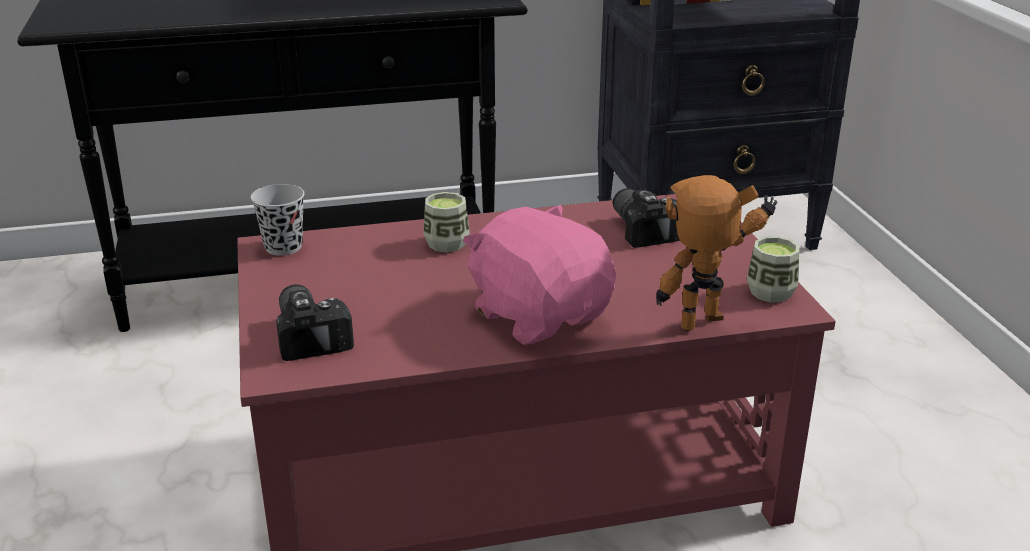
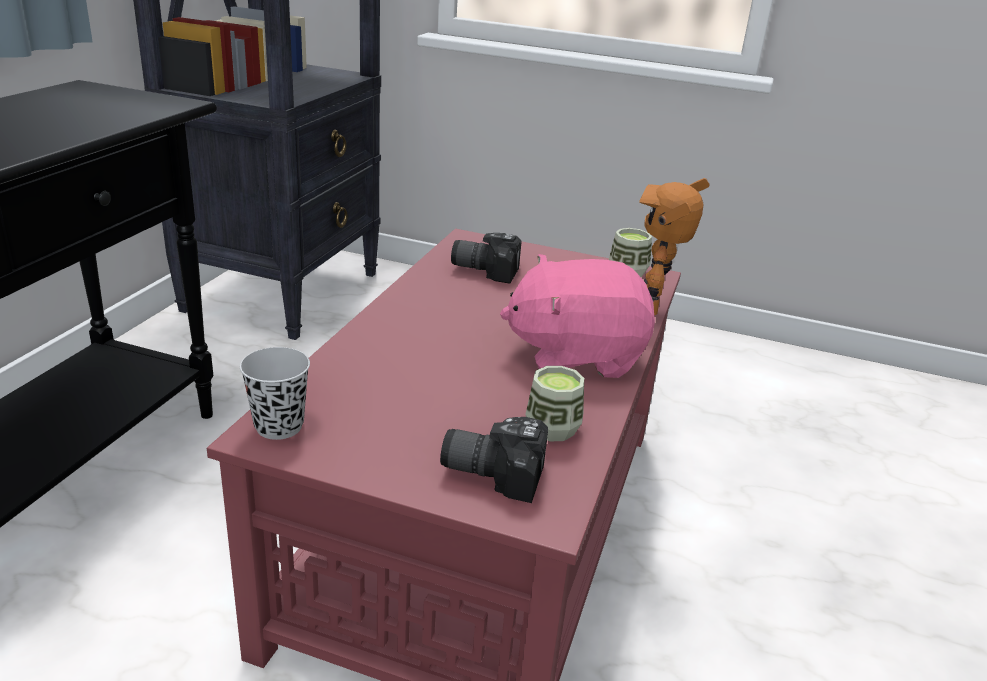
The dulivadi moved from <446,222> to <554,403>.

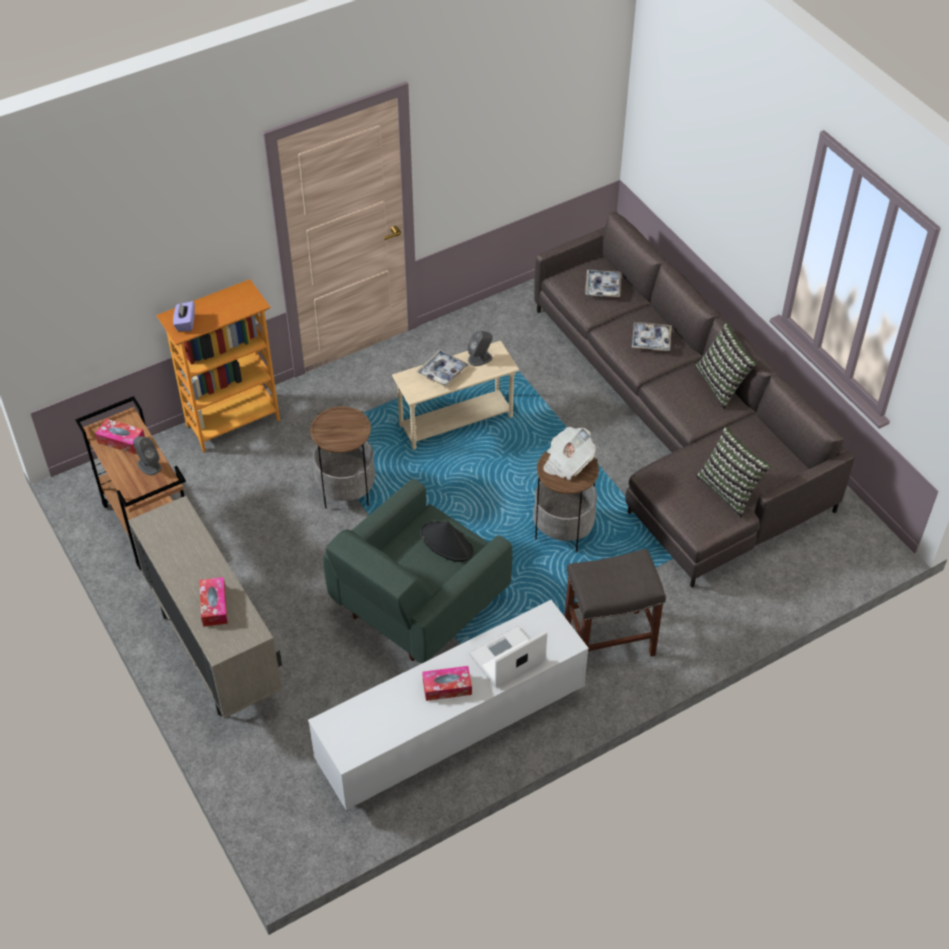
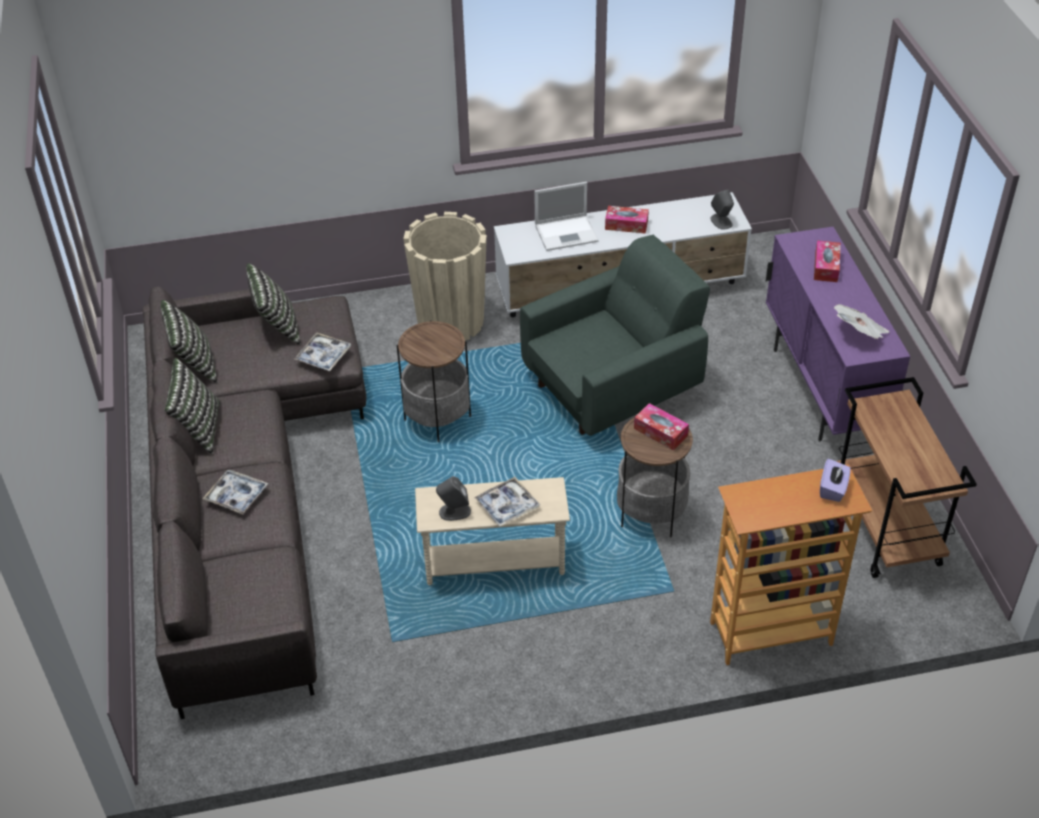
The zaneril moved from <603,283> to <322,351>.
The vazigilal moved from <120,436> to <661,426>.
The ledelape moved from <569,453> to <861,321>.
The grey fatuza moved from <147,455> to <722,209>.
The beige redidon at <205,607> became the purple redidon at <838,334>.
The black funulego at <447,541> disappeared.
The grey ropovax at <615,603> was replaced by the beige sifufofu at <445,276>.
The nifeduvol at <189,341> appeared.

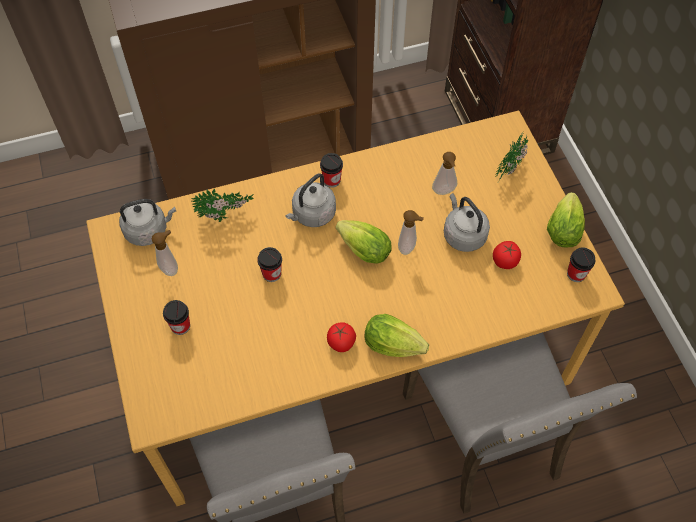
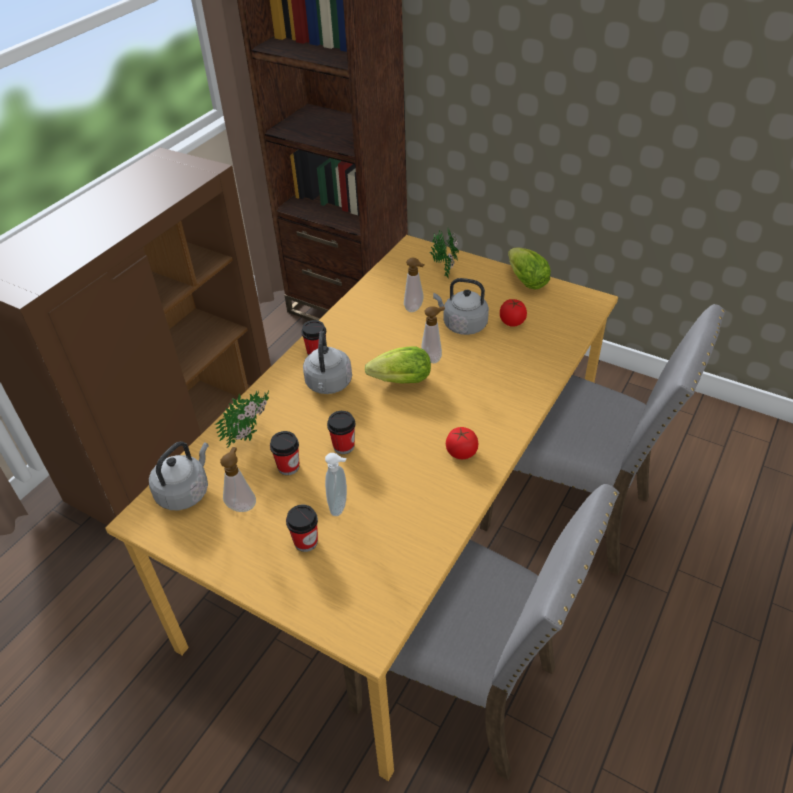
The dulivadi moved from <581,265> to <284,453>.
The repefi at <396,335> disappeared.
The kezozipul at <336,484> appeared.

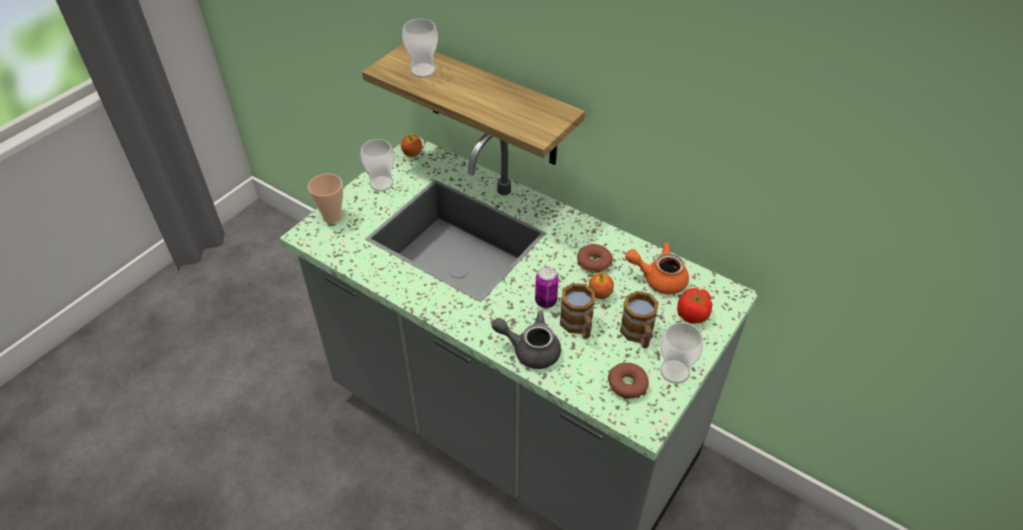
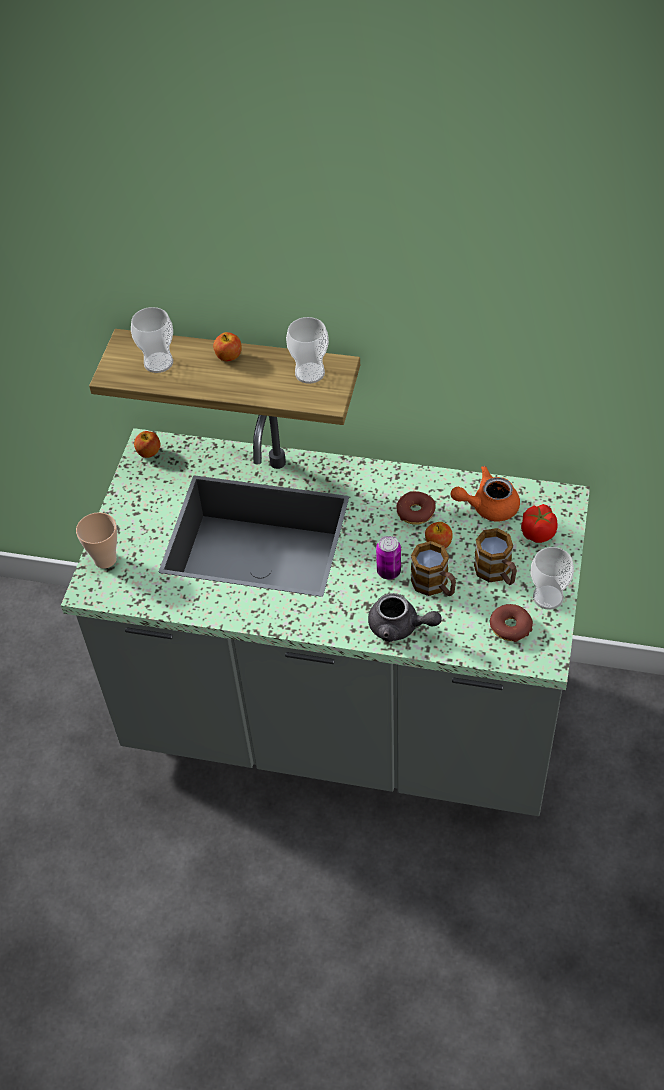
The dulivadi moved from <377,165> to <307,350>.
The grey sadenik at <526,339> turned 150 degrees counterclockwise.
The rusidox at <227,346> appeared.

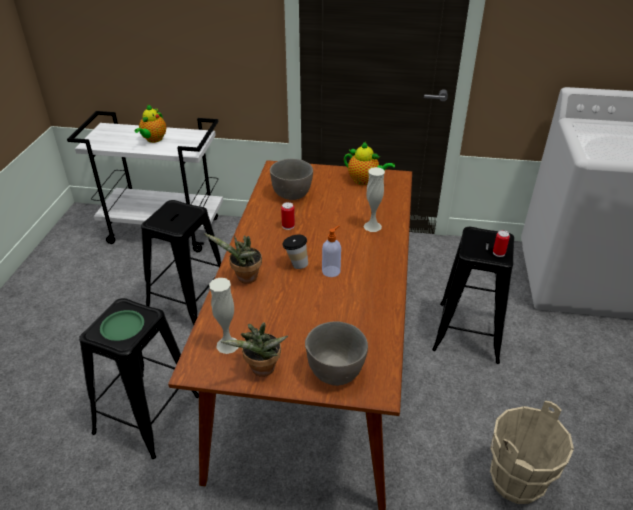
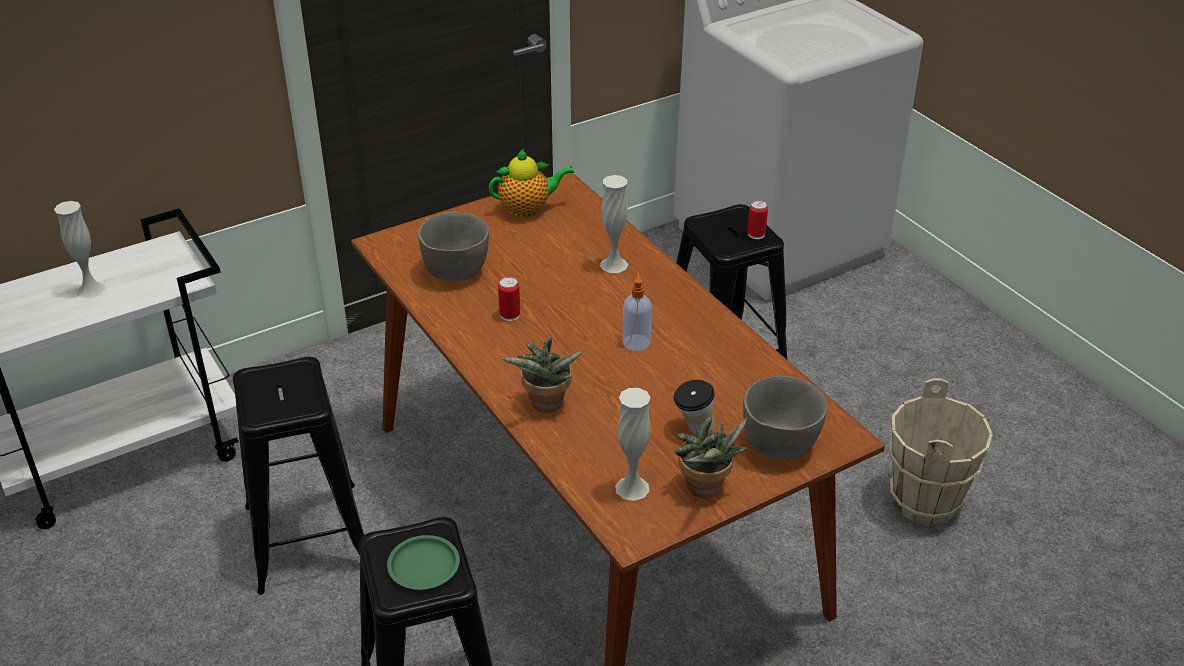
The sadenik at <150,124> was replaced by the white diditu at <80,249>.
The dulivadi moved from <295,252> to <694,407>.

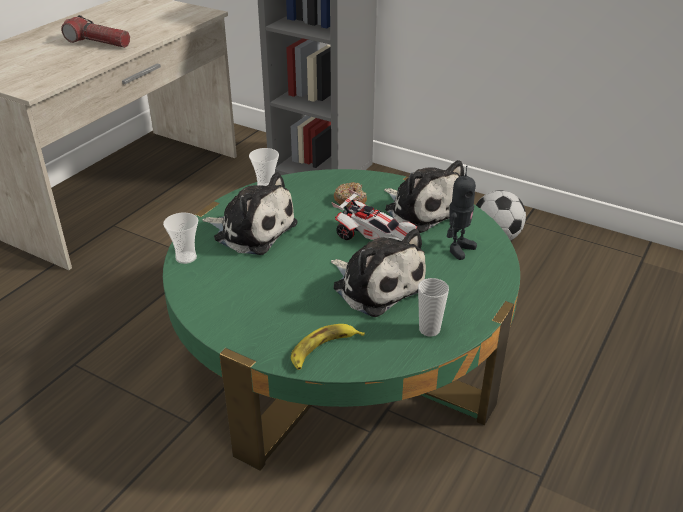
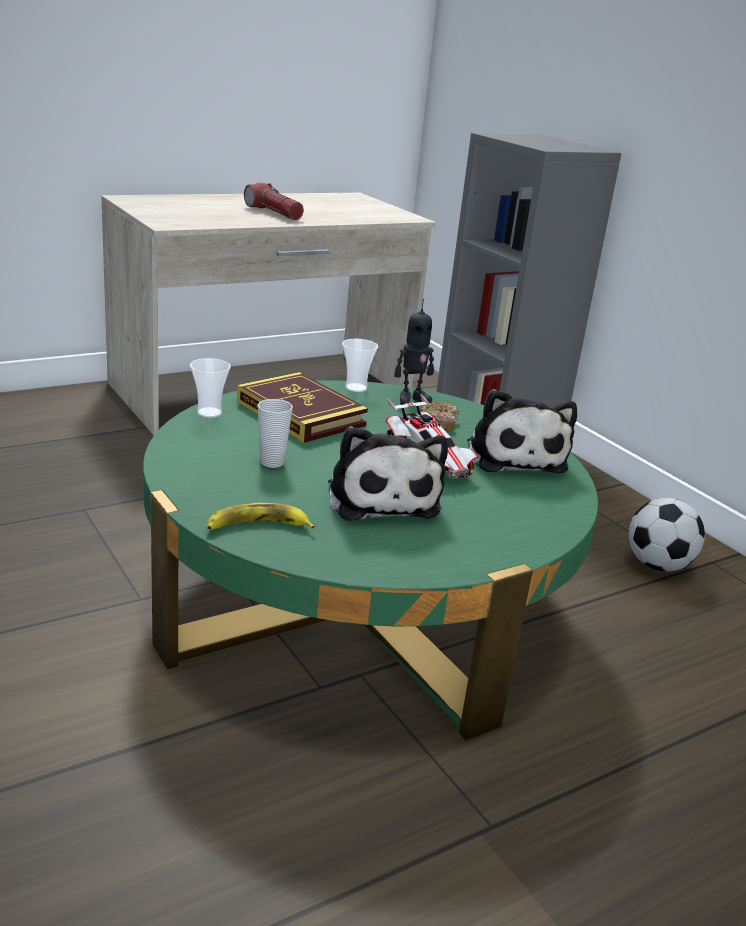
The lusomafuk moved from <462,213> to <414,352>.
The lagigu at <250,213> was replaced by the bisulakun at <302,407>.
The dulivadi moved from <433,307> to <275,433>.

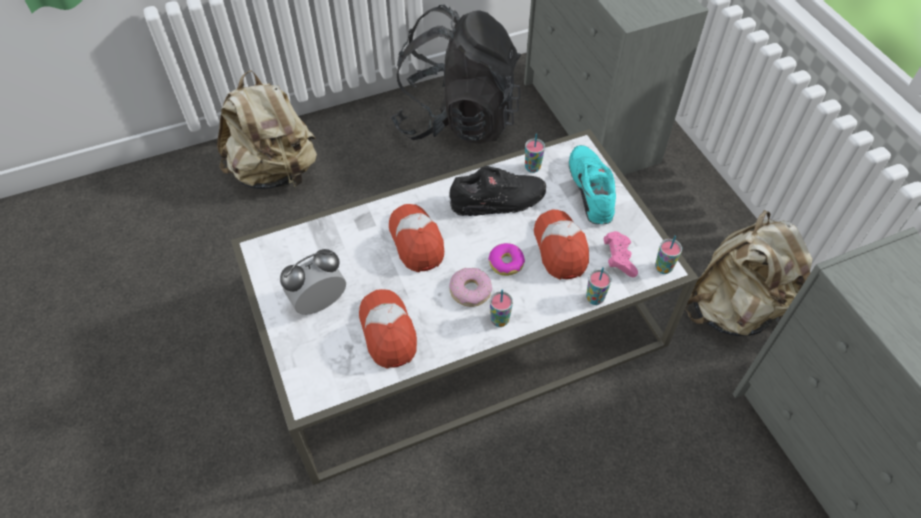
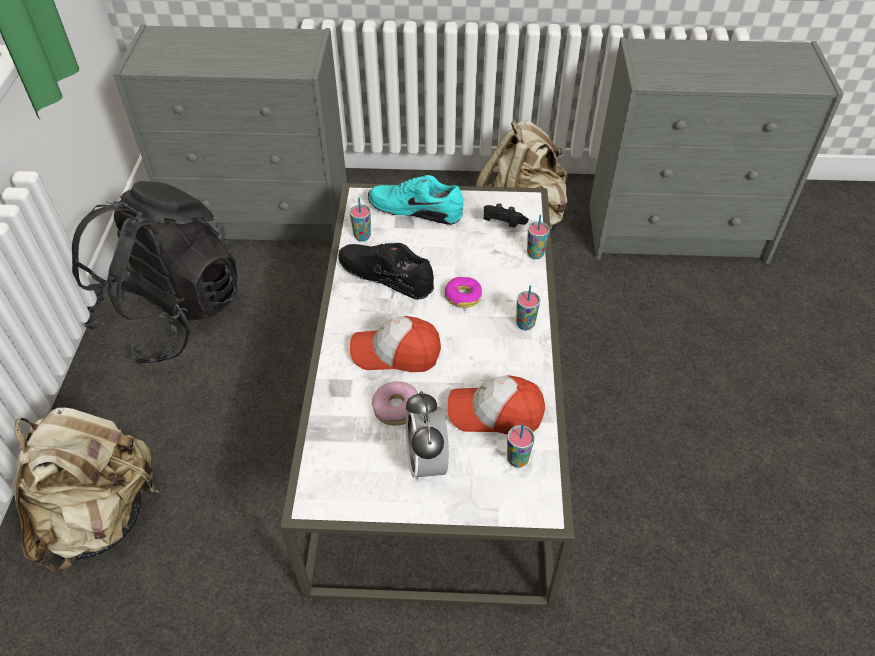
The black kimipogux at <497,191> turned 75 degrees counterclockwise.
The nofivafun at <561,244> disappeared.
The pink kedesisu at <621,254> became the black kedesisu at <506,215>.
The dulivadi moved from <668,255> to <521,445>.
The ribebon moved from <470,287> to <395,404>.

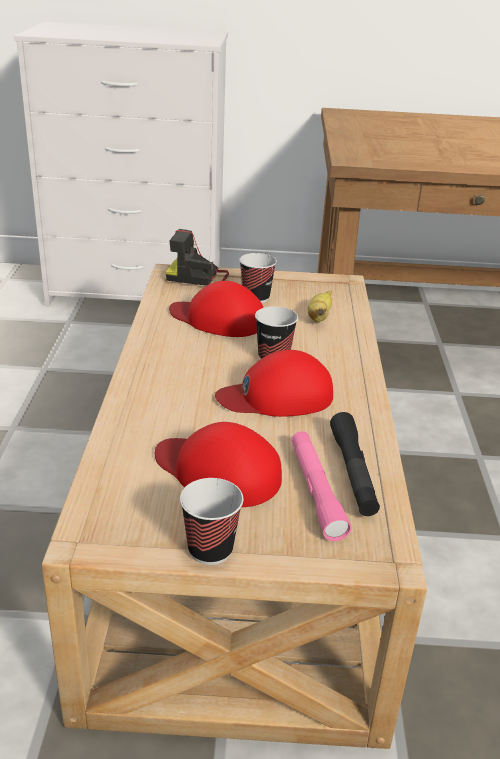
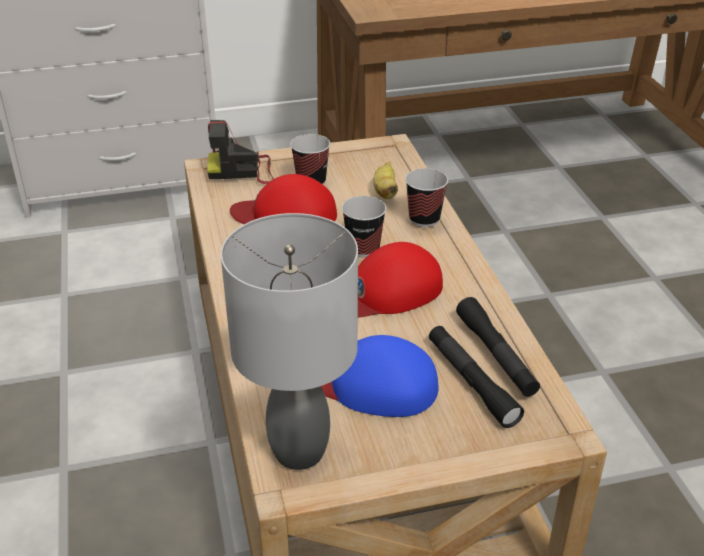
The red nofivafun at <218,464> became the blue nofivafun at <380,376>.
The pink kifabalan at <321,486> became the black kifabalan at <476,377>.
The dulivadi moved from <211,521> to <426,197>.
The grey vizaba at <289,341> appeared.

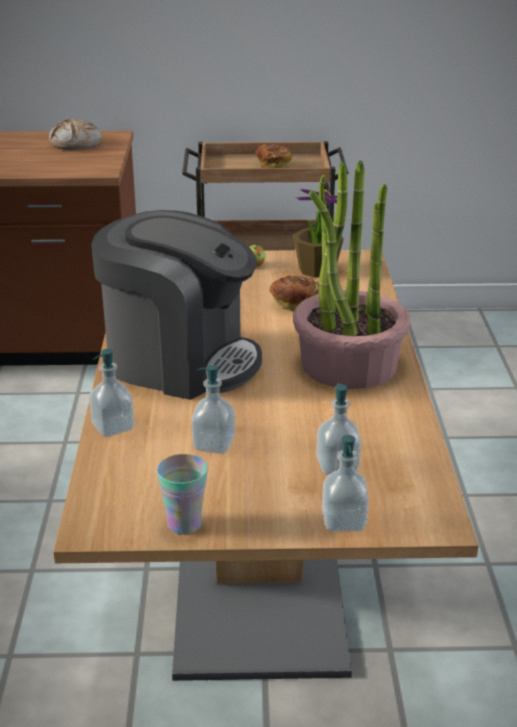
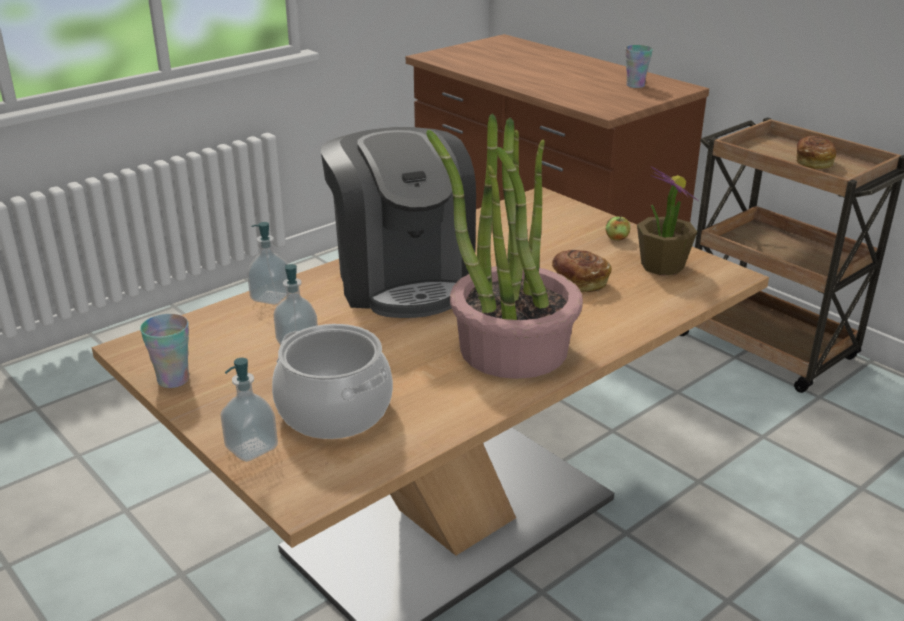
The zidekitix at <75,134> was replaced by the dulivadi at <639,66>.
The kezozipul at <338,429> was replaced by the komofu at <332,381>.

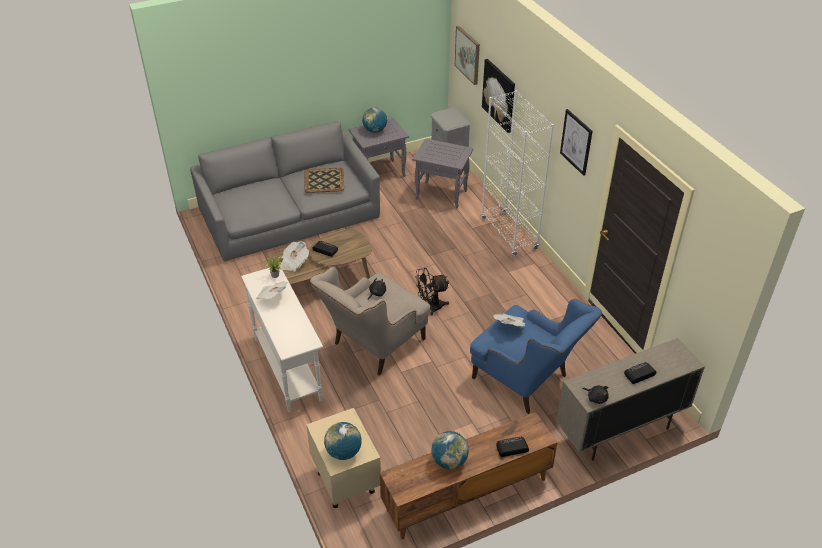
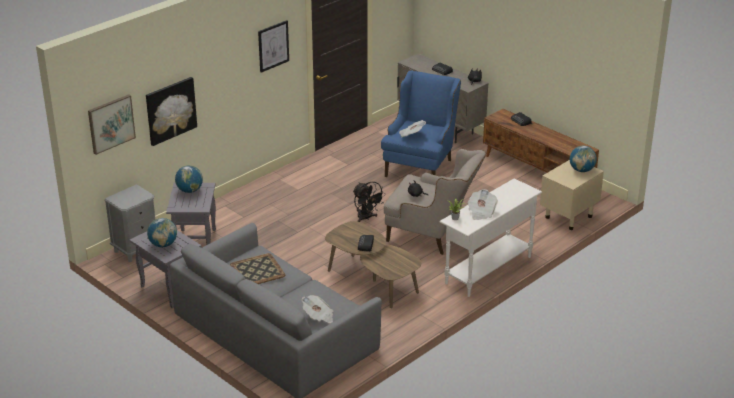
The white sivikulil at <517,173> disappeared.
The ledelape moved from <294,256> to <317,309>.
The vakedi moved from <450,450> to <189,179>.

